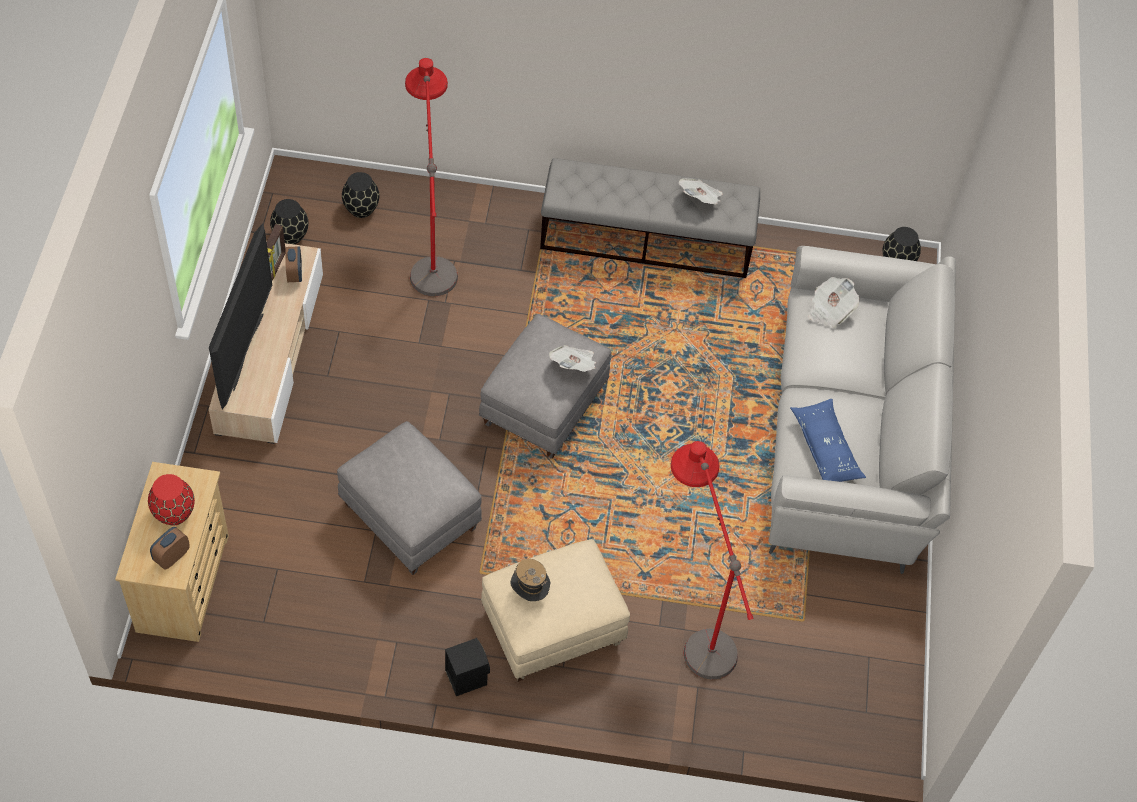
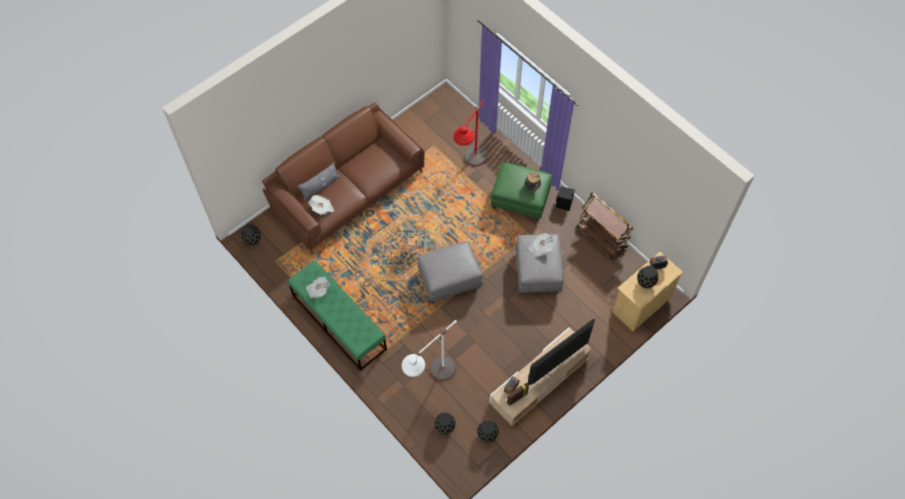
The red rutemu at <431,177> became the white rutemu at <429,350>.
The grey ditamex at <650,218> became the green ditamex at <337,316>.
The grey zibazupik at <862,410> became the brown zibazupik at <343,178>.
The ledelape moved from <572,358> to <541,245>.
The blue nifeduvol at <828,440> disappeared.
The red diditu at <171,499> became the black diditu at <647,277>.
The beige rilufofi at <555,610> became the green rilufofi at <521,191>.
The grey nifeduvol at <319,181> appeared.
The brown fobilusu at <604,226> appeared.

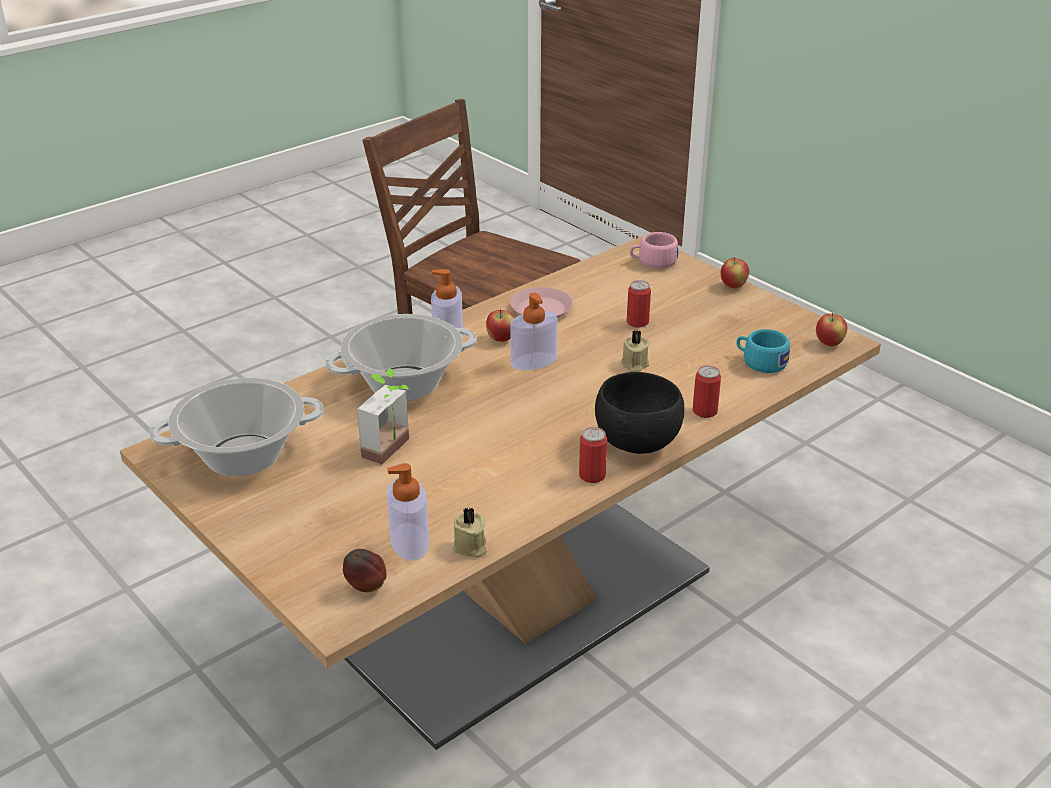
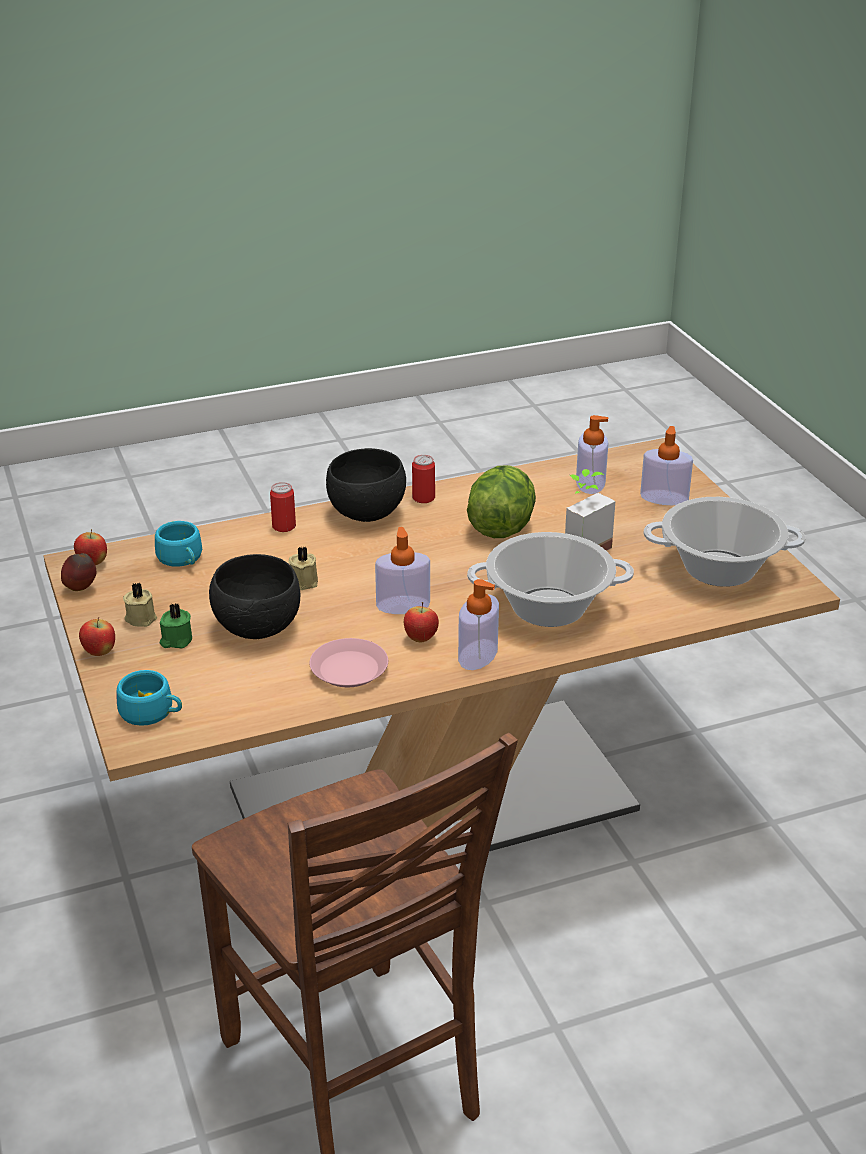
The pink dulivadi at <654,250> became the turquoise dulivadi at <149,698>.
The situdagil at <639,303> was replaced by the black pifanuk at <254,596>.
The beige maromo moved from <470,532> to <140,605>.
The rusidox moved from <364,570> to <78,572>.
The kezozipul at <666,465> appeared.
The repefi at <501,501> appeared.
The green maromo at <176,626> appeared.

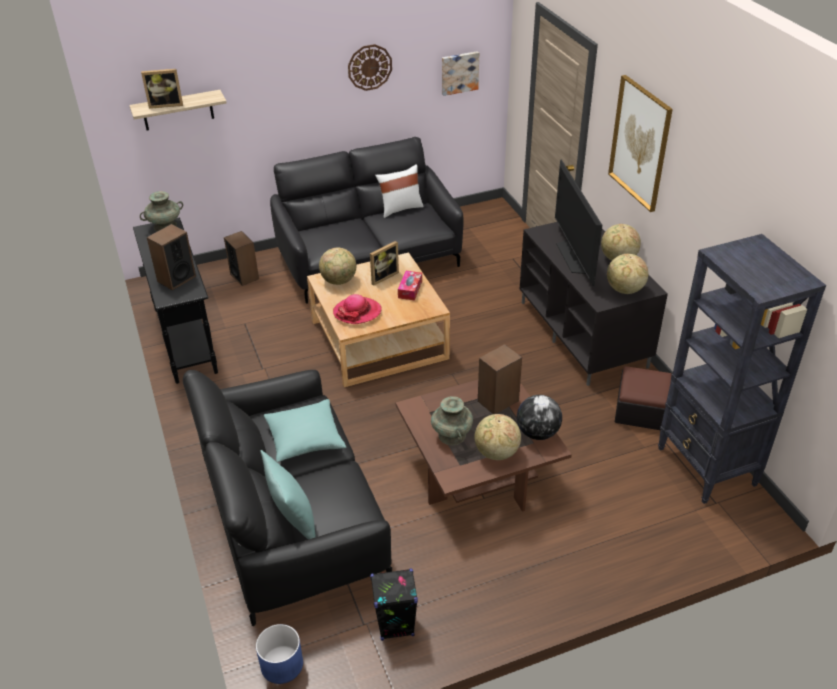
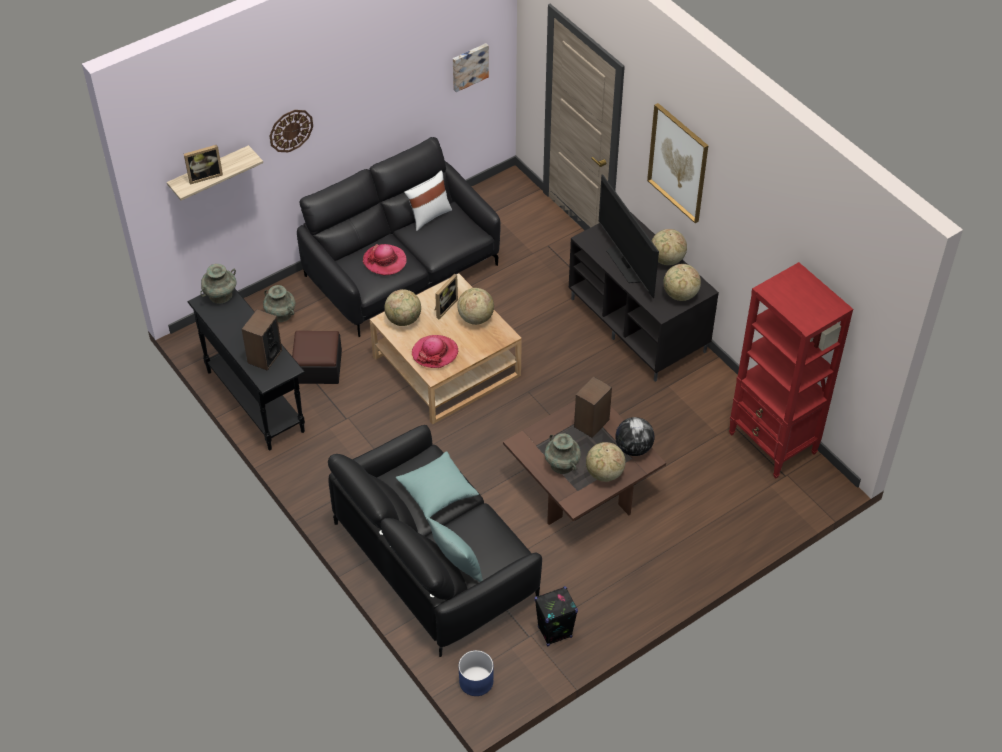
The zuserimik moved from <370,67> to <291,131>.
The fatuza at <241,258> was replaced by the turquoise diditu at <279,303>.
The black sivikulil at <742,369> became the red sivikulil at <791,370>.
The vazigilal at <410,285> was replaced by the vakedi at <475,306>.
The rilufofi moved from <643,398> to <317,357>.
The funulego at <385,260> appeared.

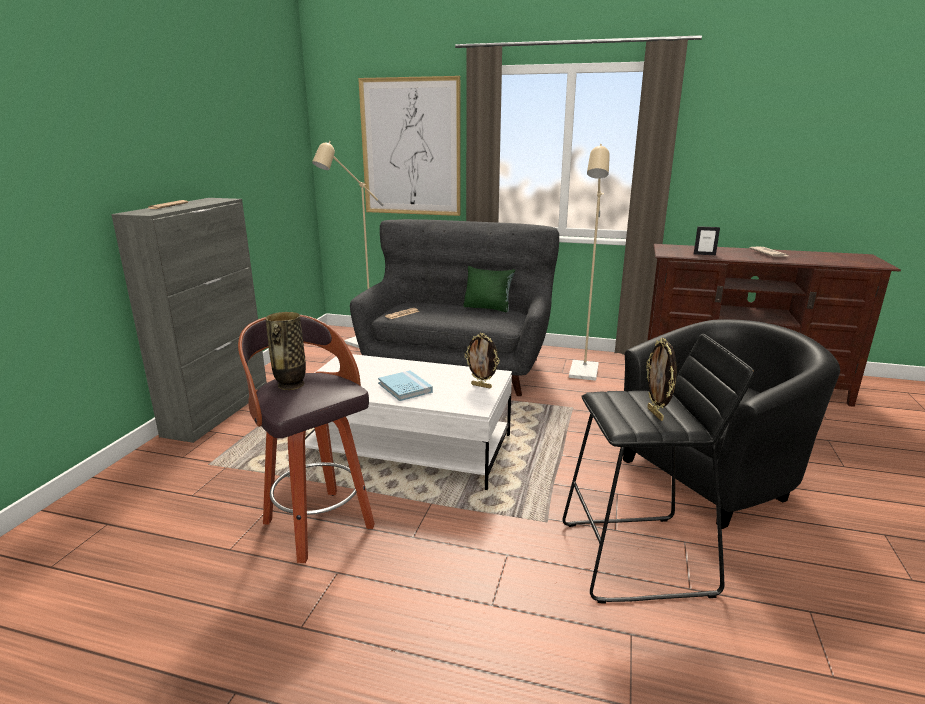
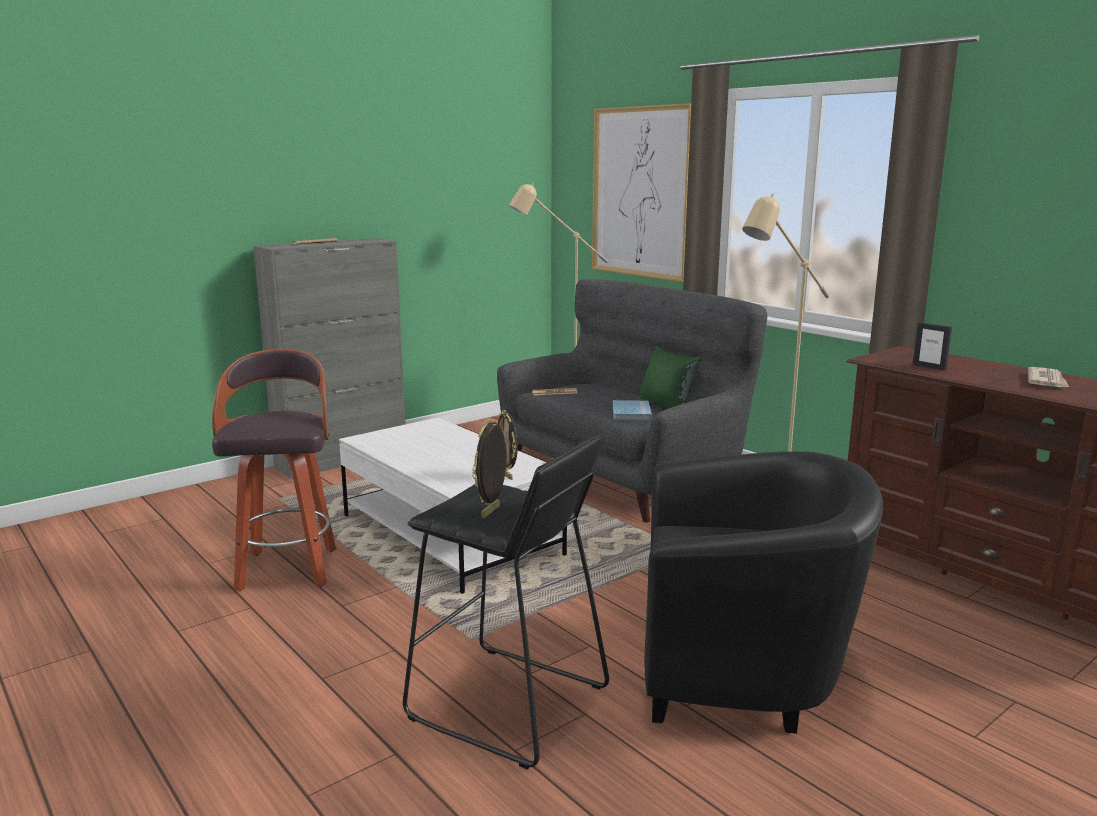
The diditu at <285,351> disappeared.
The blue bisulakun moved from <405,385> to <632,410>.

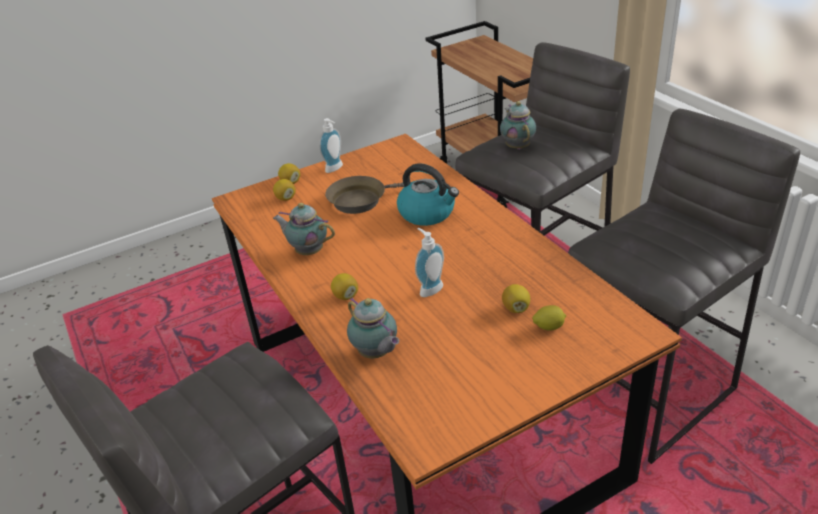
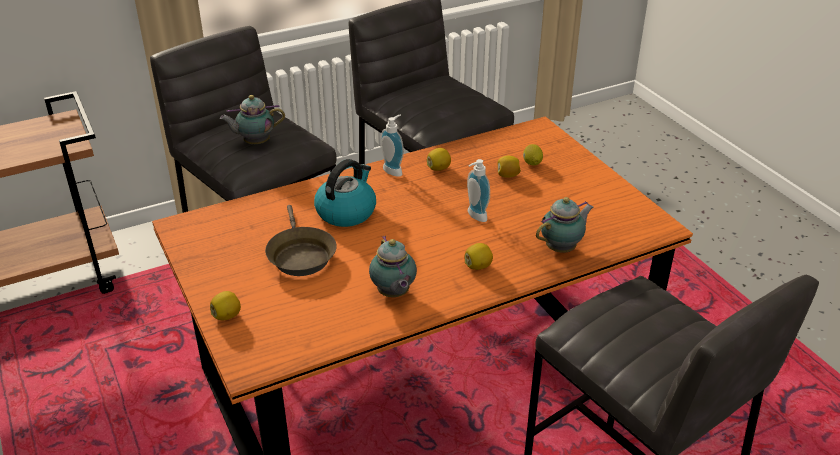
The kezozipul moved from <331,145> to <392,145>.
The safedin moved from <284,190> to <439,159>.
The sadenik at <304,229> turned 45 degrees counterclockwise.

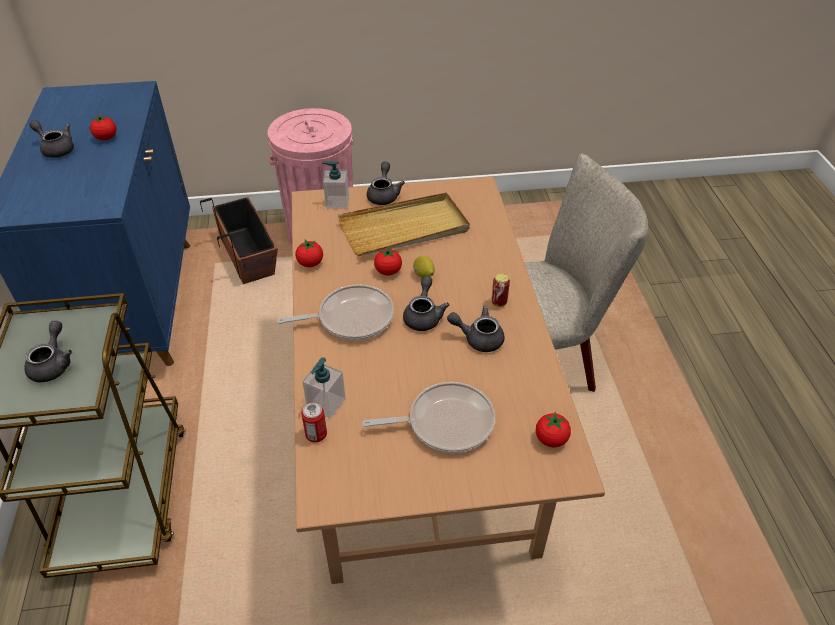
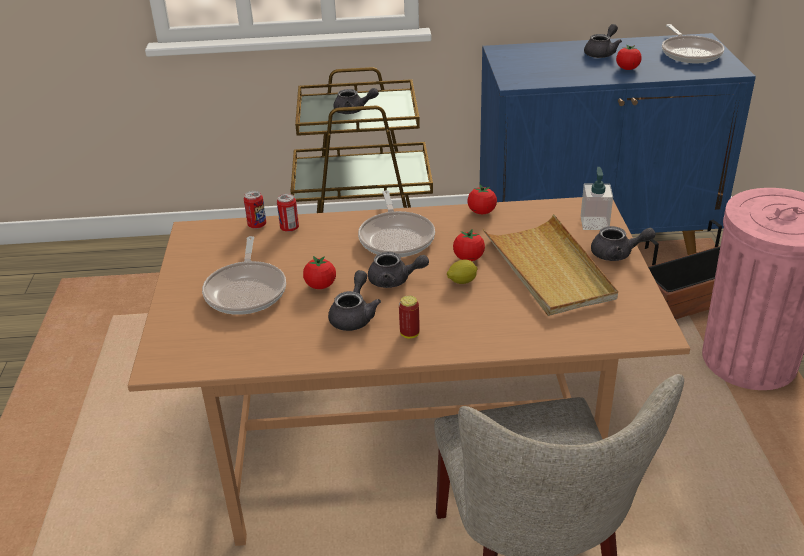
The kezozipul at <324,388> was replaced by the situdagil at <288,213>.
The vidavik moved from <553,429> to <319,272>.
The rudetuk at <693,43> appeared.

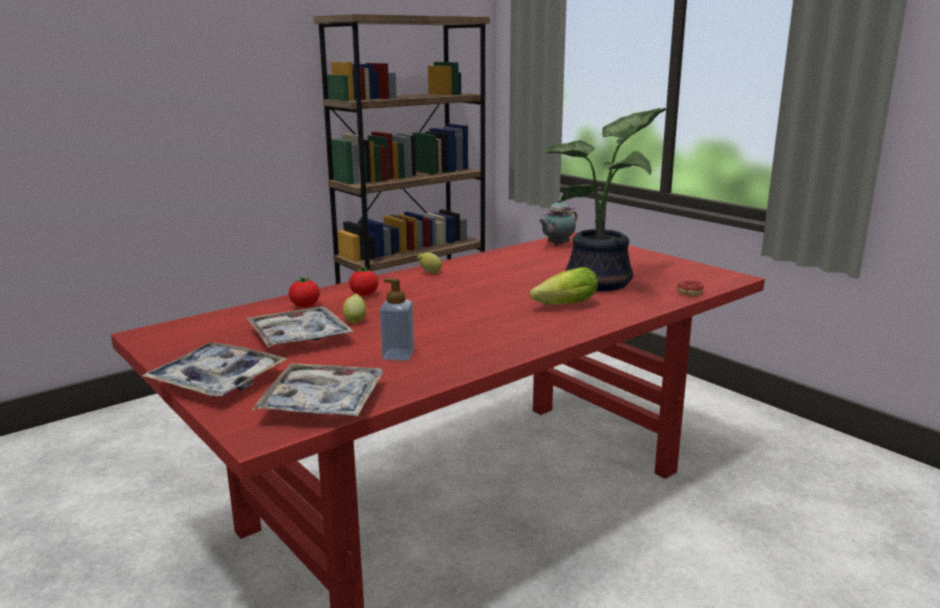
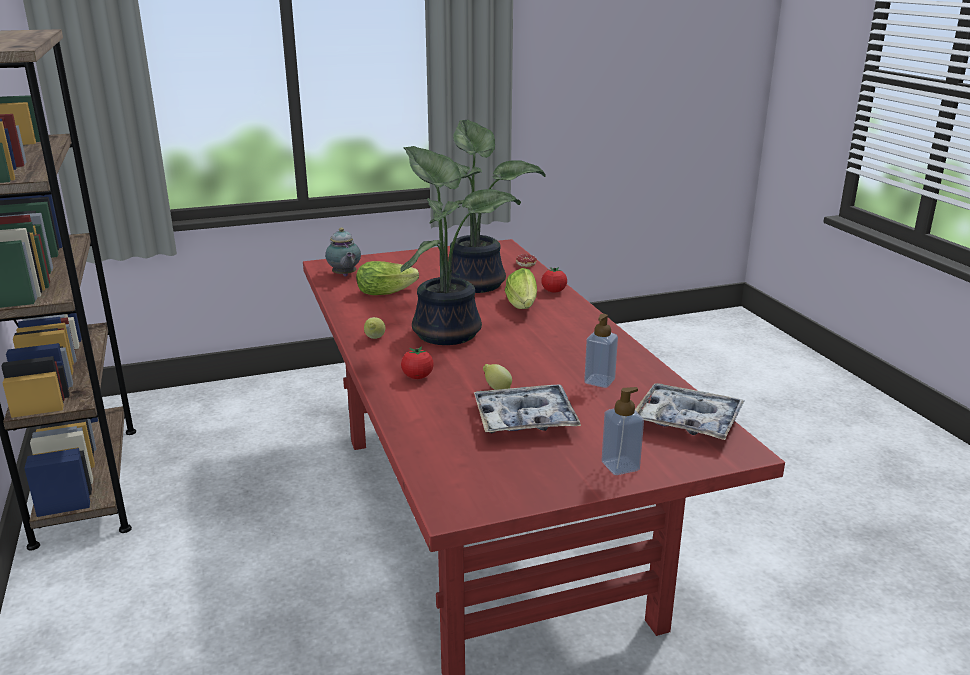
The vidavik moved from <304,292> to <554,280>.
The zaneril at <215,369> was replaced by the kezozipul at <623,431>.
The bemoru at <461,245> appeared.
The repefi at <387,278> appeared.

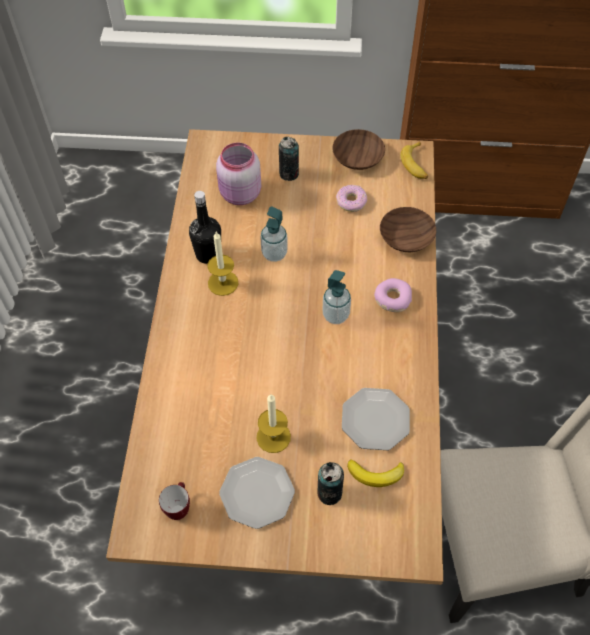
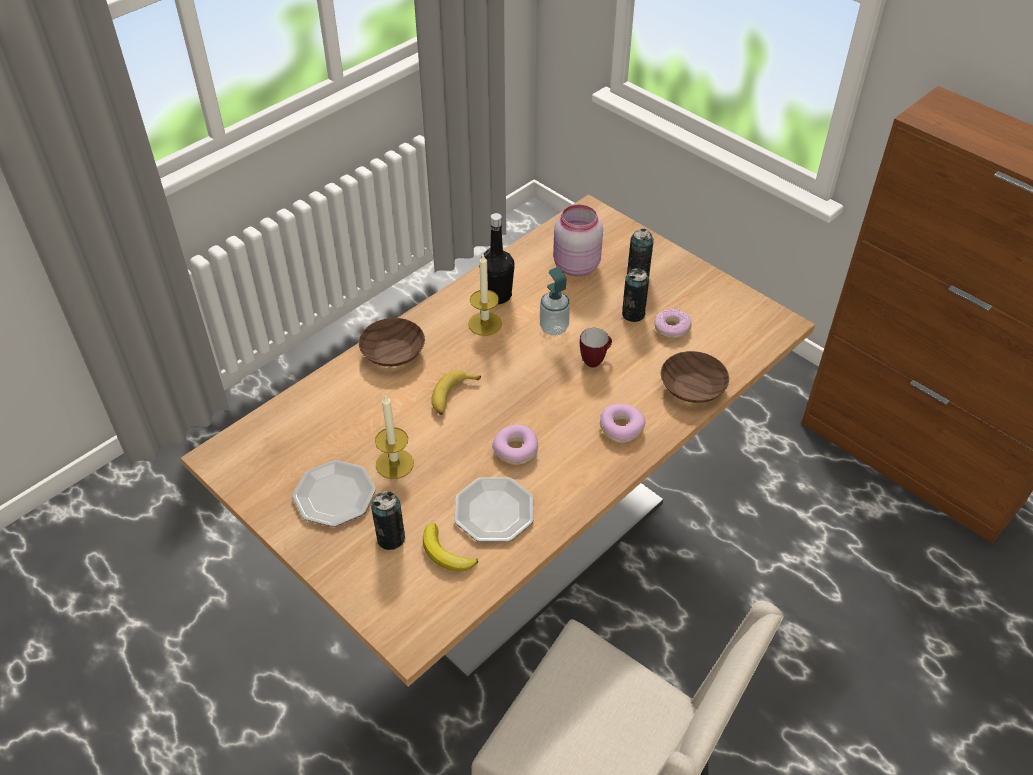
The brown pifanuk moved from <358,149> to <392,342>.
The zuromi moved from <414,160> to <456,392>.
The kezozipul at <337,297> disappeared.
The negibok moved from <174,501> to <596,348>.
The situdagil at <635,295> appeared.
The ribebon at <515,445> appeared.

